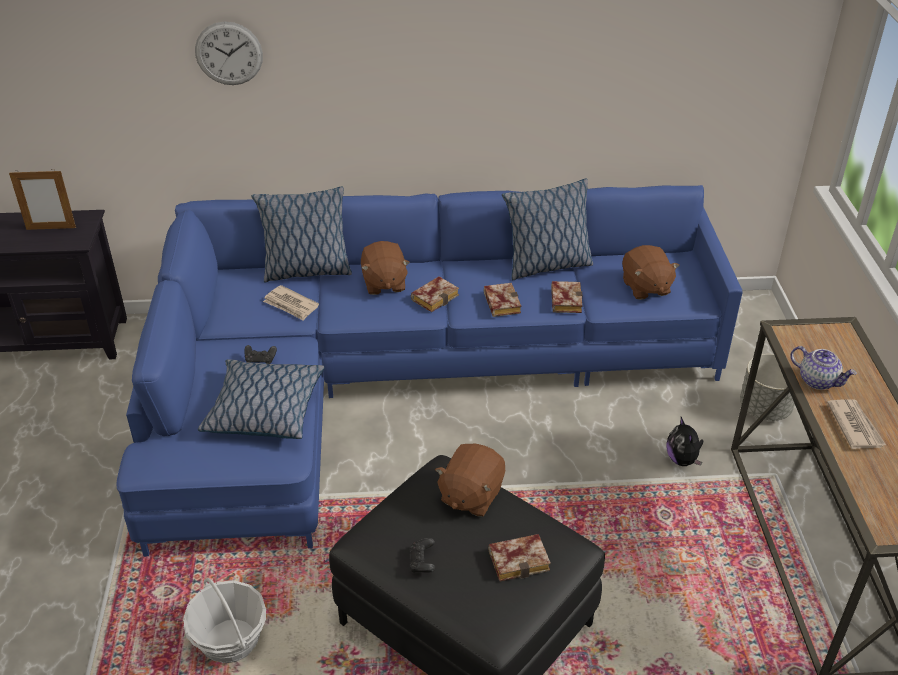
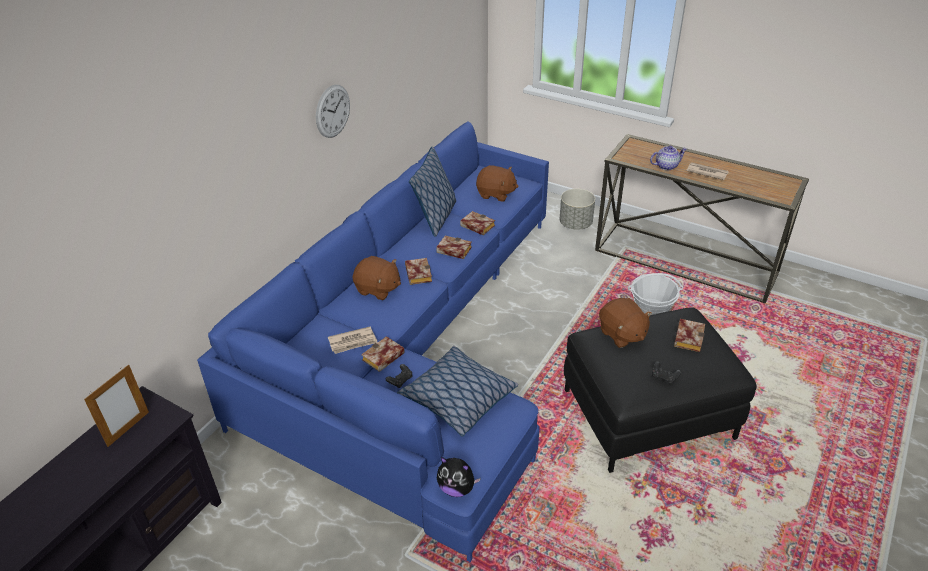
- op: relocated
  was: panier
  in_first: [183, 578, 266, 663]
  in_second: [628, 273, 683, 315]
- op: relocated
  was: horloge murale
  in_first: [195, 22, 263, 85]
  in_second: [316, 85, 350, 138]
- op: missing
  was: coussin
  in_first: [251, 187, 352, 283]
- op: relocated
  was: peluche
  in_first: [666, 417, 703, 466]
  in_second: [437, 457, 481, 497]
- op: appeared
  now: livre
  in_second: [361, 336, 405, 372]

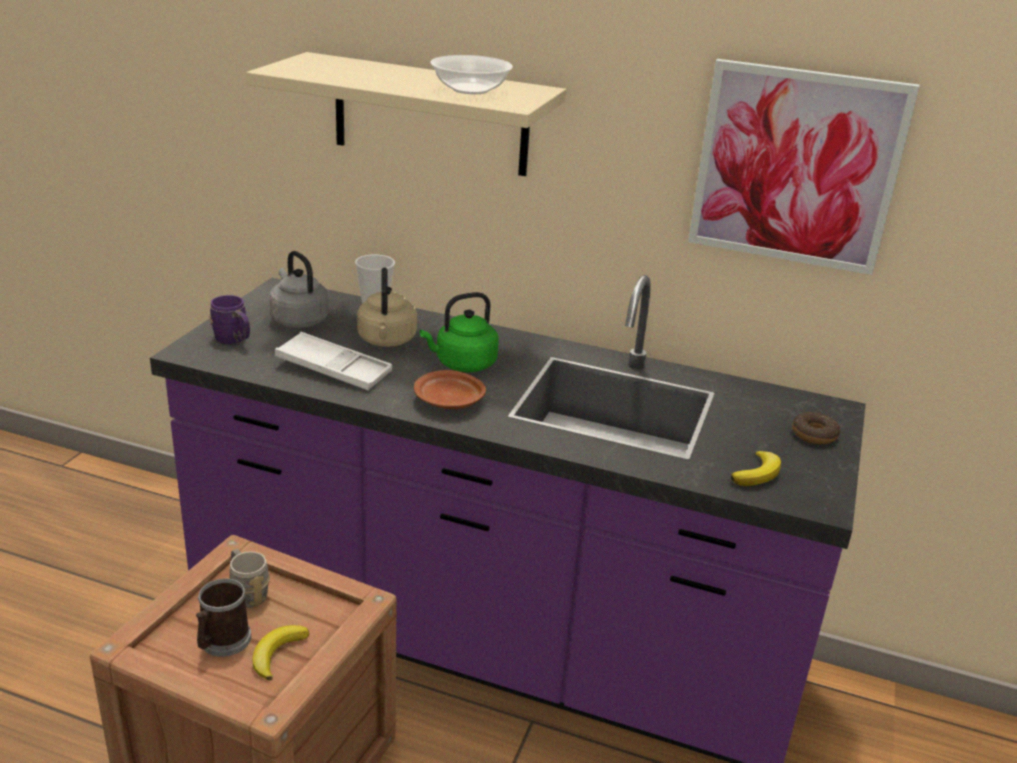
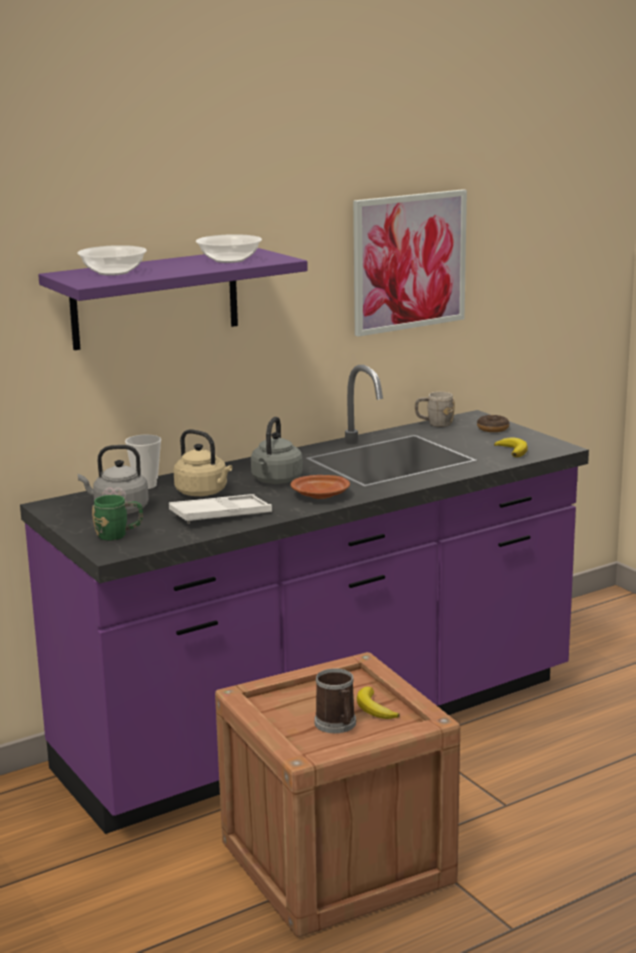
- op: colour
  was: mug (violet)
  now: mug (vert)
  in_first: [210, 295, 250, 344]
  in_second: [92, 495, 143, 541]
- op: relocated
  was: mug (gris)
  in_first: [229, 549, 270, 608]
  in_second: [415, 392, 455, 427]
- op: colour
  was: étagère (beige)
  now: étagère (violet)
  in_first: [246, 52, 566, 176]
  in_second: [38, 248, 308, 350]
- op: colour
  was: bouilloire (vert)
  now: bouilloire (gris)
  in_first: [420, 292, 499, 372]
  in_second: [251, 417, 303, 484]
- op: appeared
  now: bol
  in_second: [78, 245, 147, 276]

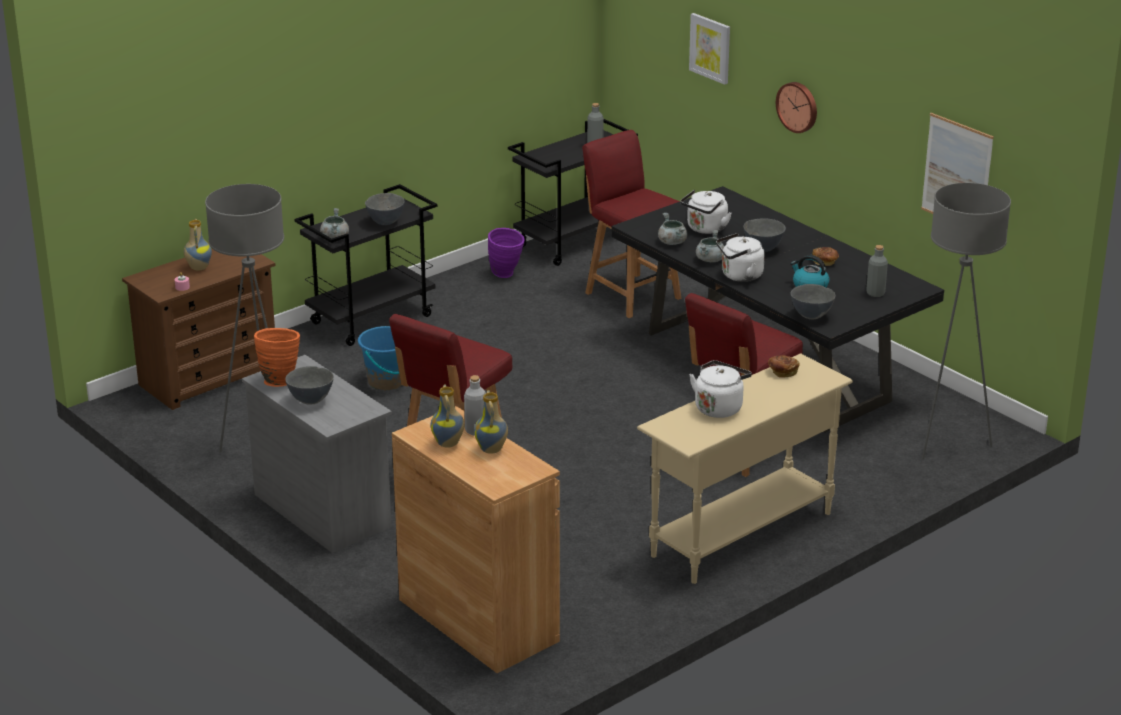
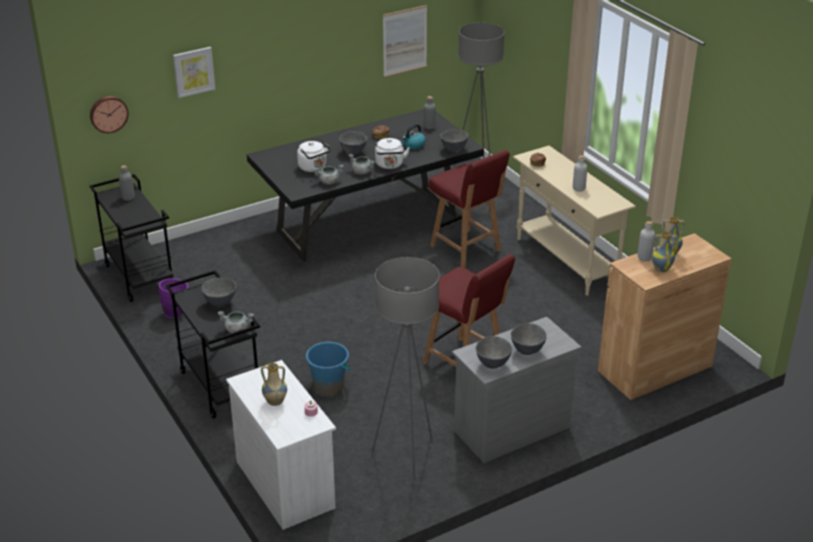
- op: colour
  was: commode (marron)
  now: commode (blanc)
  in_first: [122, 249, 276, 410]
  in_second: [226, 360, 336, 530]
- op: exchanged
  was: vase (orange)
  now: bol (gris)
  in_first: [254, 328, 300, 387]
  in_second: [476, 336, 512, 369]
- op: missing
  was: chaise (rouge)
  in_first: [582, 130, 681, 318]
- op: exchanged
  was: bouilloire (blanc)
  now: bouteille (gris)
  in_first: [689, 360, 752, 418]
  in_second: [573, 155, 587, 191]
- op: relocated
  was: horloge murale
  in_first: [776, 82, 817, 133]
  in_second: [90, 96, 129, 133]

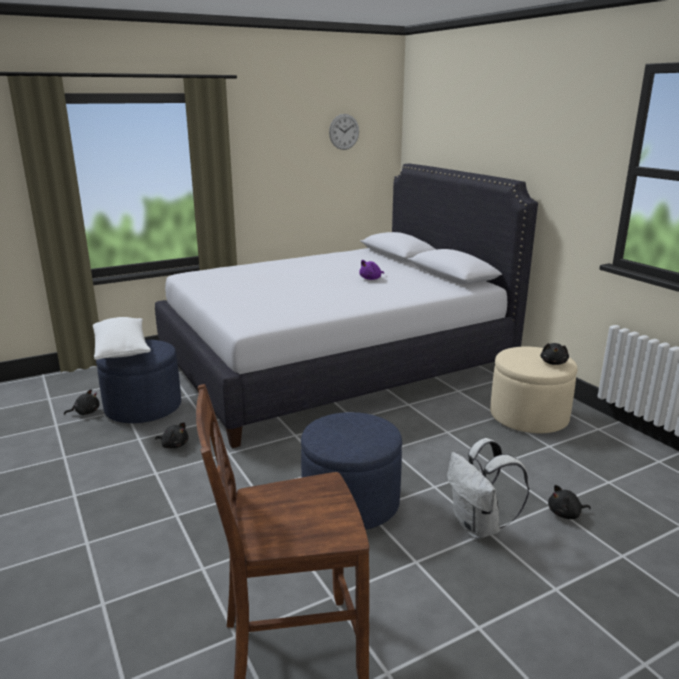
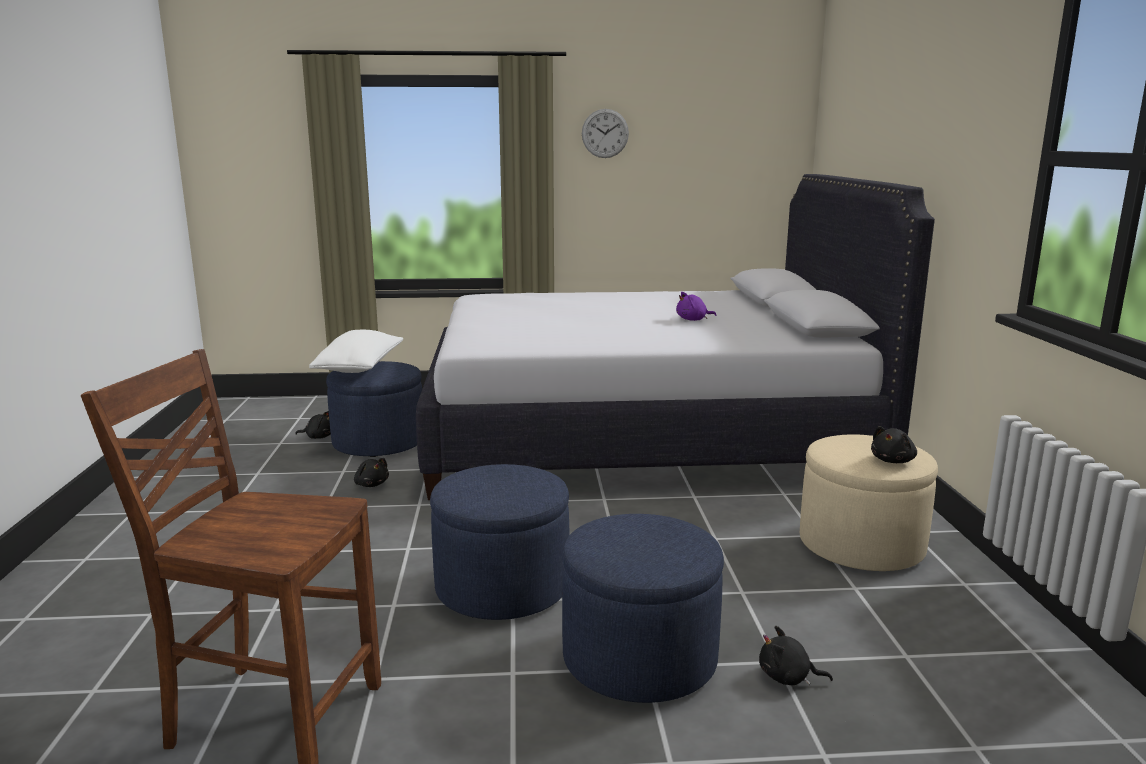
- op: relocated
  was: horloge murale
  in_first: [329, 114, 359, 150]
  in_second: [582, 109, 629, 158]
- op: exchanged
  was: sac à dos (blanc)
  now: pouf (bleu)
  in_first: [447, 438, 529, 539]
  in_second: [562, 514, 724, 703]

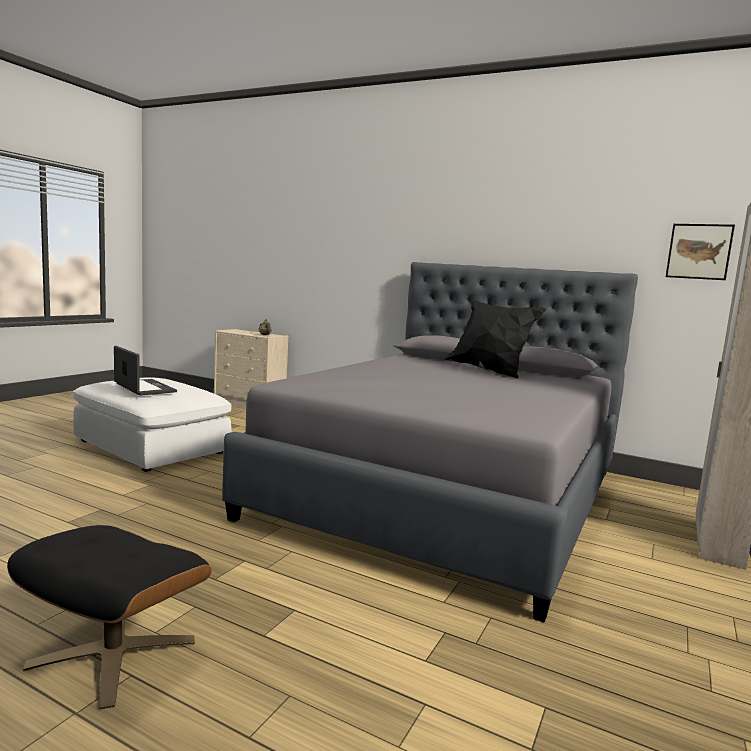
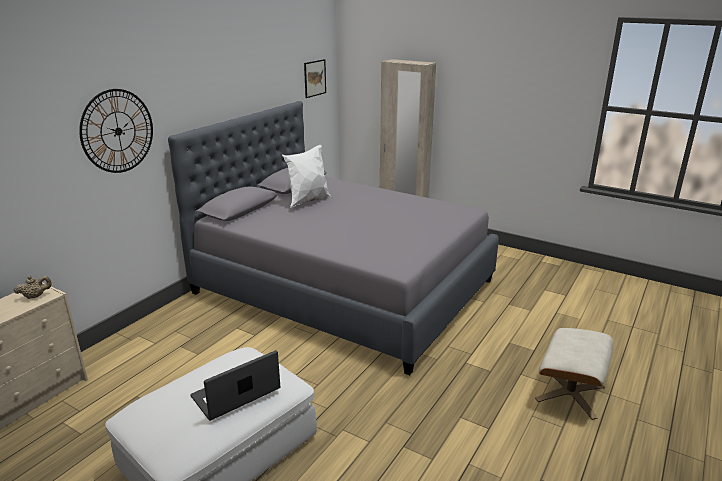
- op: colour
  was: pouf (noir)
  now: pouf (beige)
  in_first: [7, 525, 212, 710]
  in_second: [535, 328, 613, 420]
- op: colour
  was: coussin (noir)
  now: coussin (blanc)
  in_first: [444, 298, 545, 379]
  in_second: [282, 145, 331, 208]
- op: appeared
  now: horloge murale
  in_second: [79, 89, 153, 173]

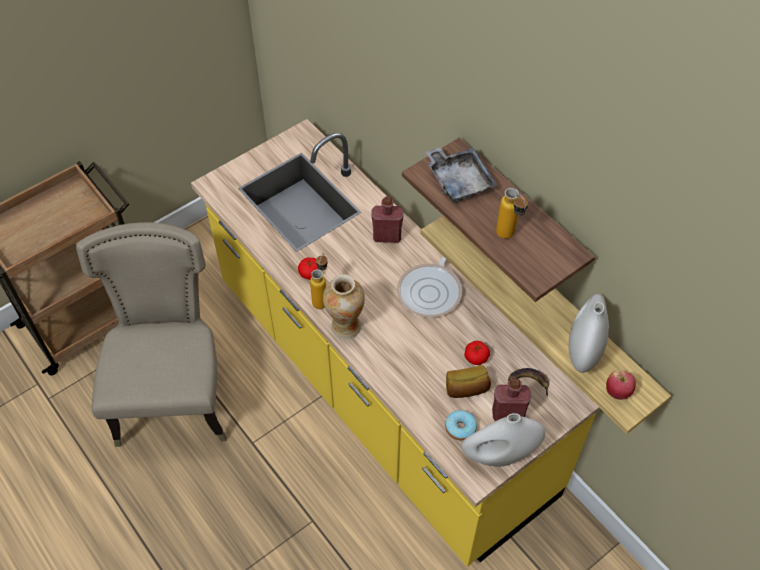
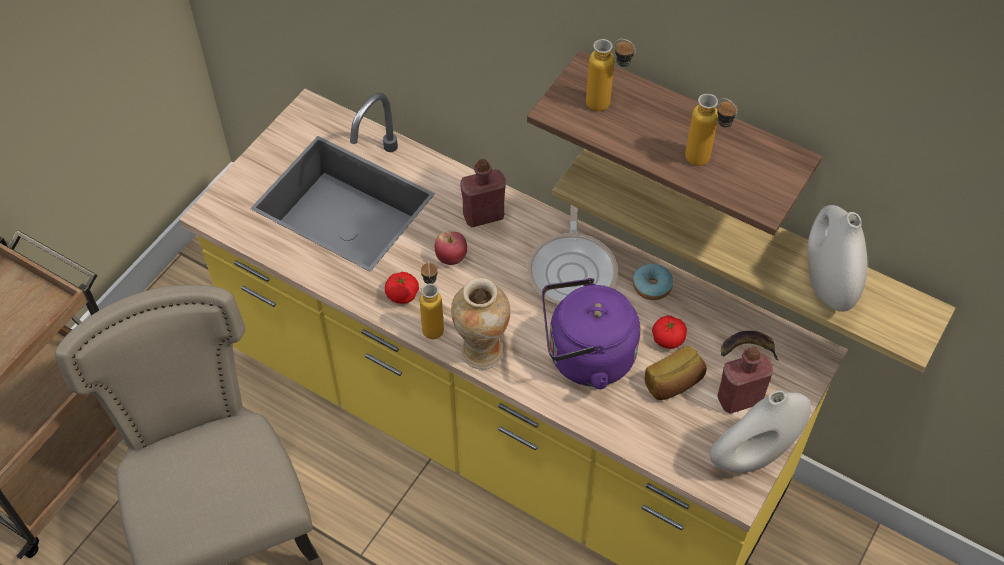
- op: exchanged
  was: plateau (gris)
  now: bouteille
  in_first: [426, 147, 498, 203]
  in_second: [586, 39, 635, 111]
- op: relocated
  was: beignet
  in_first: [445, 410, 477, 441]
  in_second: [633, 264, 673, 300]
- op: relocated
  was: pomme
  in_first: [606, 370, 636, 400]
  in_second: [435, 231, 467, 265]
- op: appeared
  now: bouilloire (violet)
  in_second: [542, 278, 640, 389]

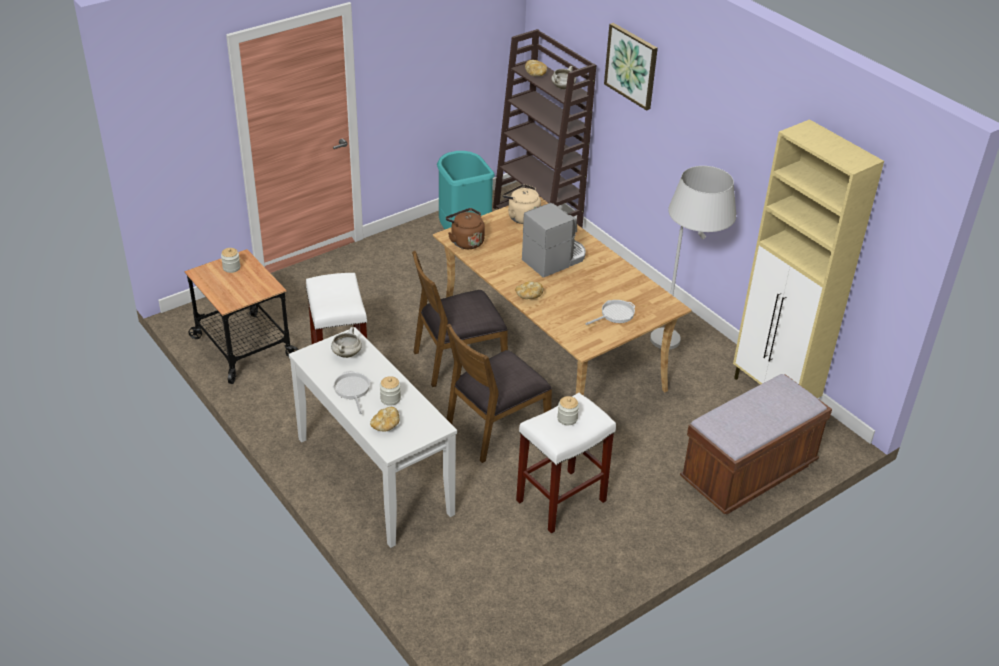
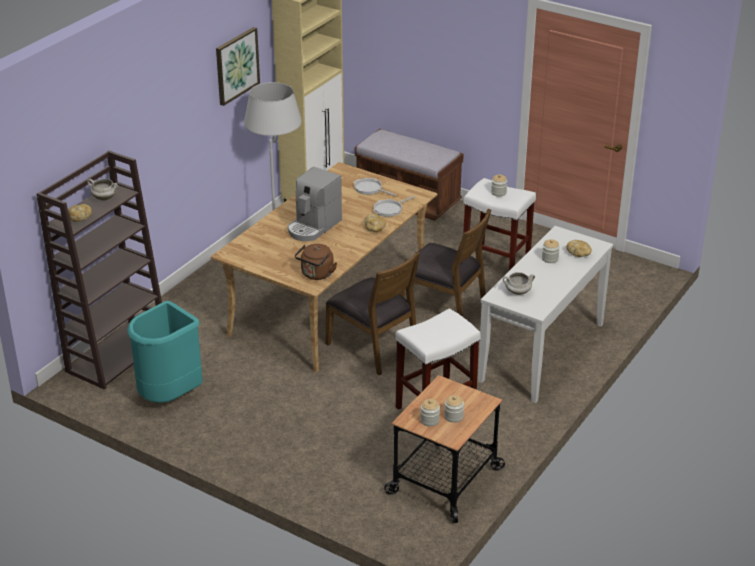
- op: relocated
  was: poêle
  in_first: [333, 371, 371, 414]
  in_second: [373, 196, 415, 217]
- op: missing
  was: bouilloire (beige)
  in_first: [503, 184, 541, 224]
- op: spun
  was: machine à café
  in_first: [522, 203, 586, 278]
  in_second: [288, 167, 342, 241]
  clockwise: -90
- op: relocated
  was: tableau
  in_first: [604, 23, 658, 111]
  in_second: [216, 27, 260, 106]
- op: appeared
  now: bocal
  in_second: [444, 395, 464, 423]

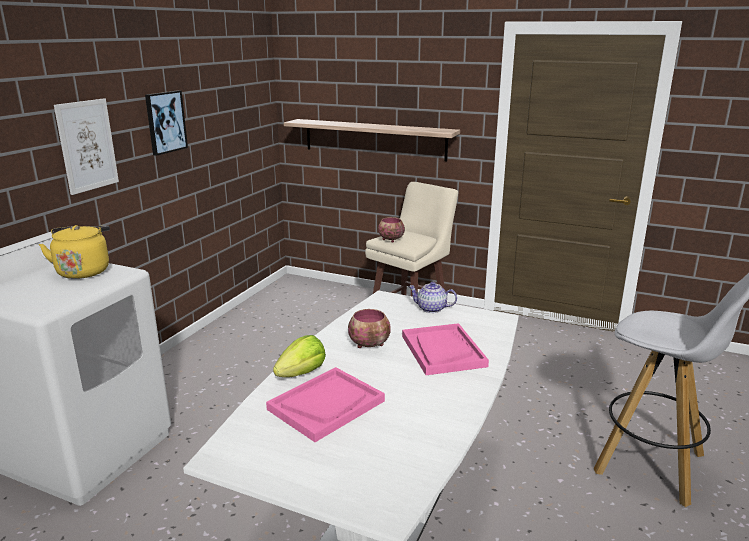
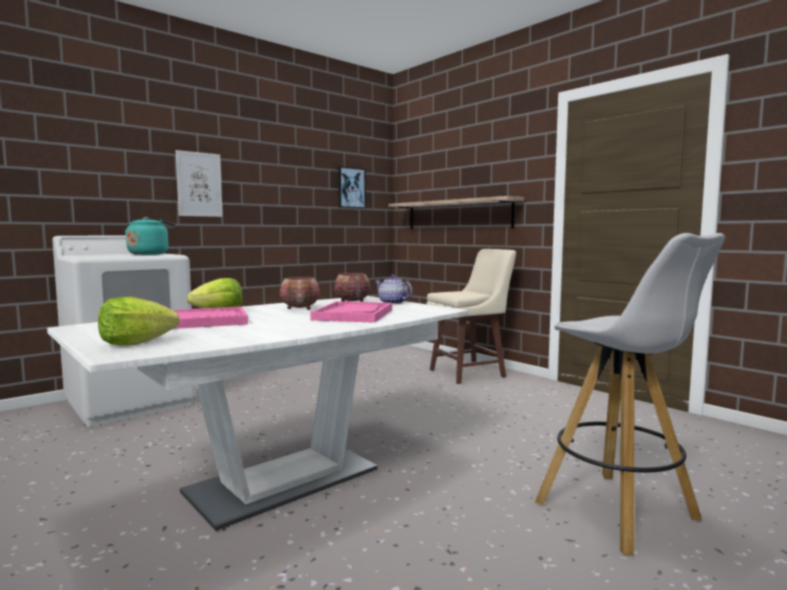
- op: colour
  was: bouilloire (jaune)
  now: bouilloire (turquoise)
  in_first: [39, 225, 110, 279]
  in_second: [125, 217, 175, 255]
- op: relocated
  was: tableau
  in_first: [145, 90, 188, 156]
  in_second: [338, 166, 366, 208]
- op: relocated
  was: bol
  in_first: [378, 217, 405, 243]
  in_second: [334, 273, 371, 302]
- op: appeared
  now: laitue
  in_second: [98, 297, 180, 345]

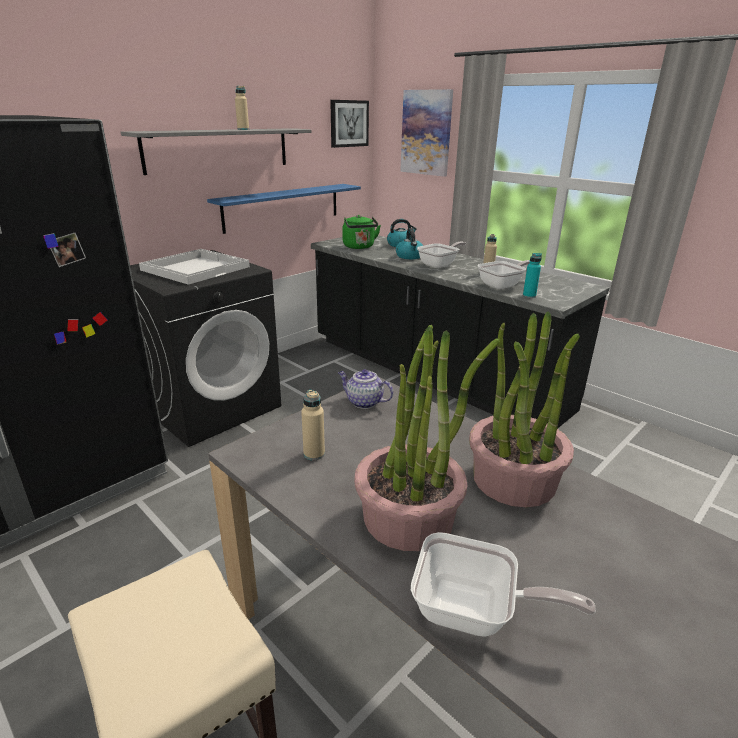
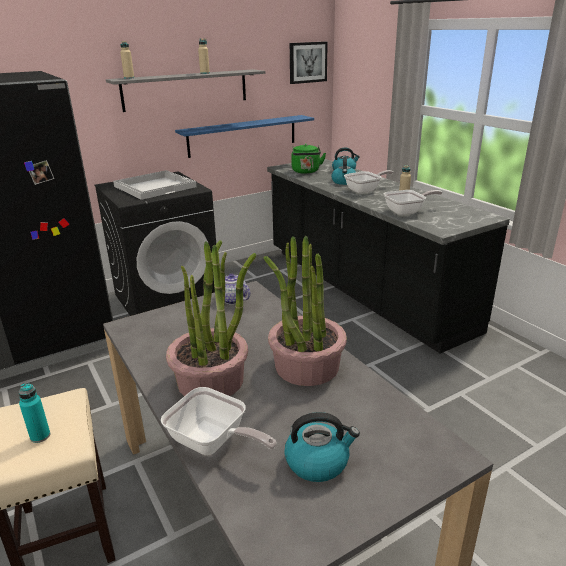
- op: relocated
  was: bouteille (beige)
  in_first: [301, 390, 325, 460]
  in_second: [120, 41, 134, 79]
- op: missing
  was: tableau
  in_first: [400, 89, 453, 177]
- op: relocated
  was: bouteille (turquoise)
  in_first: [523, 253, 542, 298]
  in_second: [19, 383, 50, 443]
- op: appeared
  now: bouilloire
  in_second: [284, 412, 360, 482]

